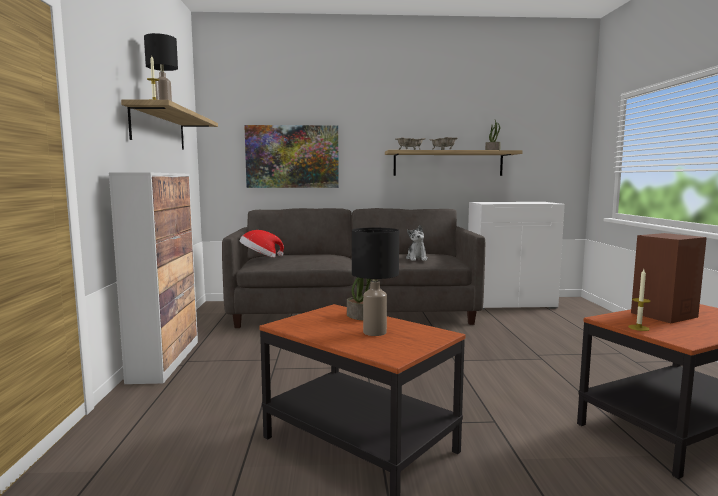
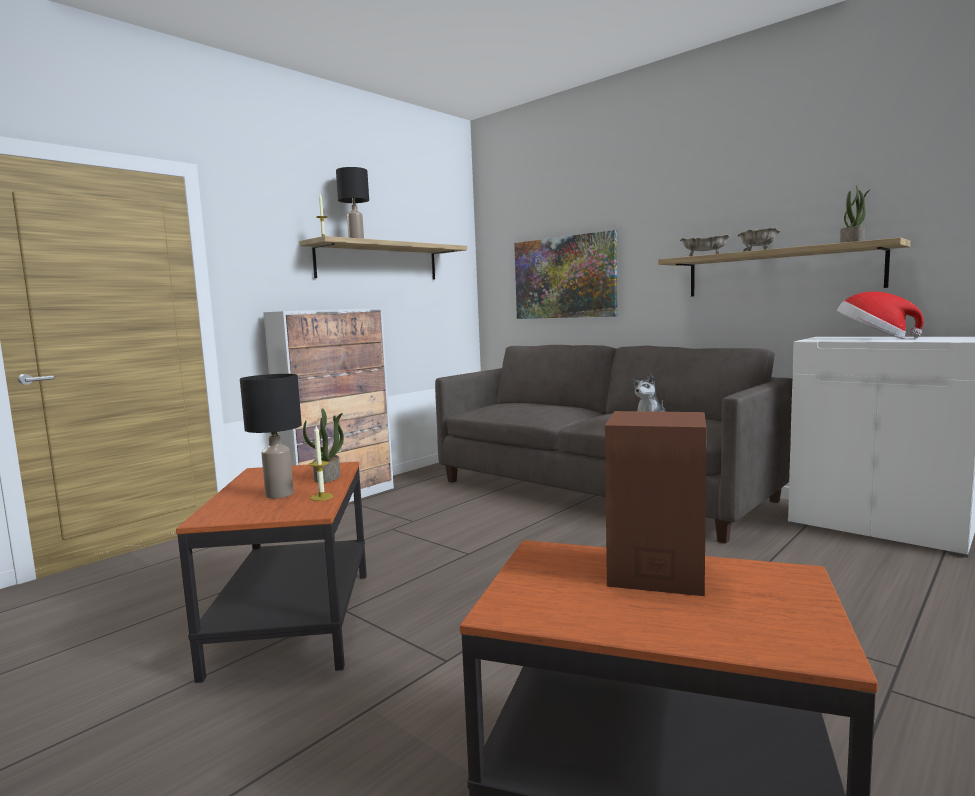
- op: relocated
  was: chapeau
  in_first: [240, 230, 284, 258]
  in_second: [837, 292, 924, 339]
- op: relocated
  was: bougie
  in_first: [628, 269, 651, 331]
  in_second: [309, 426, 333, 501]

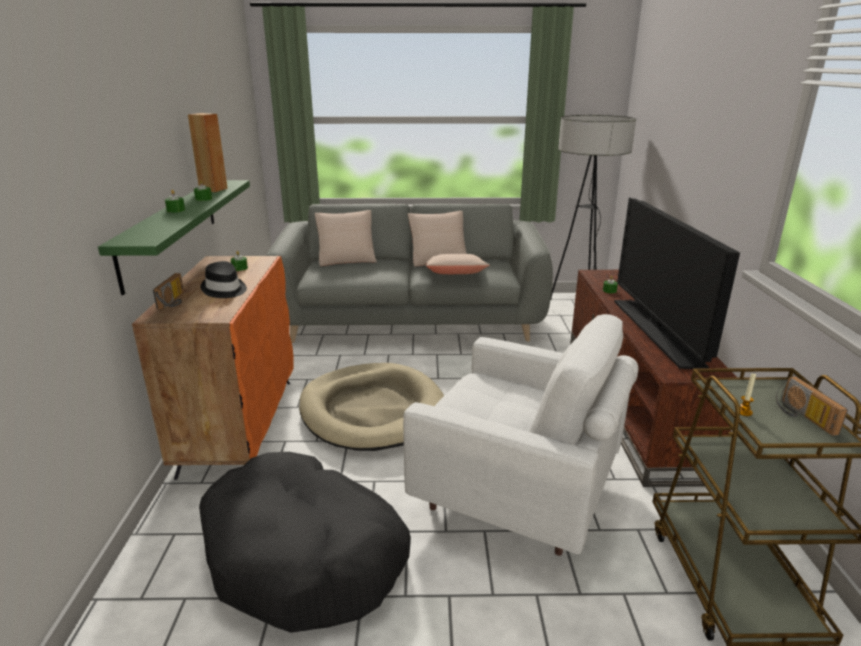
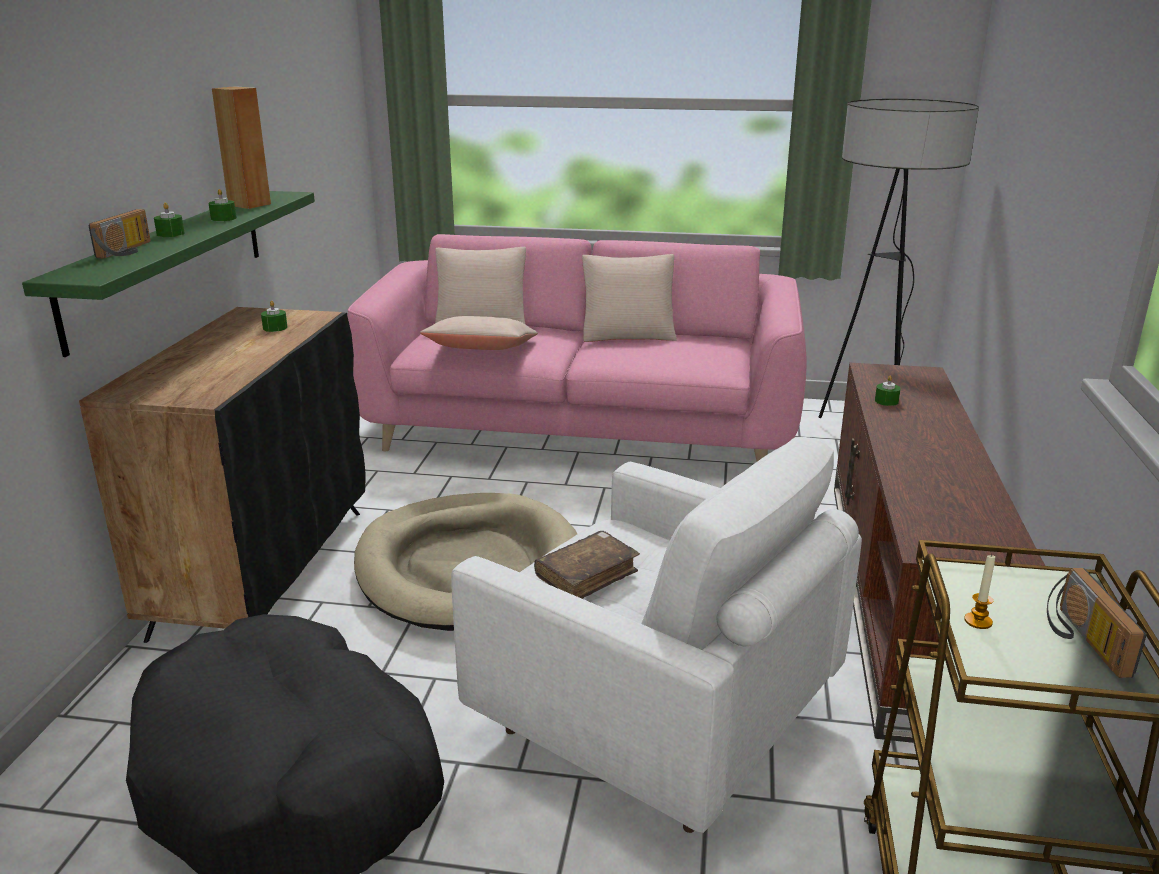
- op: colour
  was: meuble de rangement (orange)
  now: meuble de rangement (noir)
  in_first: [132, 256, 294, 480]
  in_second: [79, 307, 366, 643]
- op: relocated
  was: radio
  in_first: [153, 273, 184, 309]
  in_second: [89, 209, 151, 258]
- op: missing
  was: chapeau (noir)
  in_first: [201, 261, 247, 298]
- op: colour
  was: canapé (gris)
  now: canapé (rose)
  in_first: [267, 204, 553, 343]
  in_second: [347, 234, 806, 461]
- op: relocated
  was: coussin (beige)
  in_first: [425, 254, 490, 274]
  in_second: [420, 316, 538, 350]
- op: missing
  was: téléviseur
  in_first: [614, 197, 740, 369]
- op: appeared
  now: livre (marron)
  in_second: [534, 531, 640, 599]

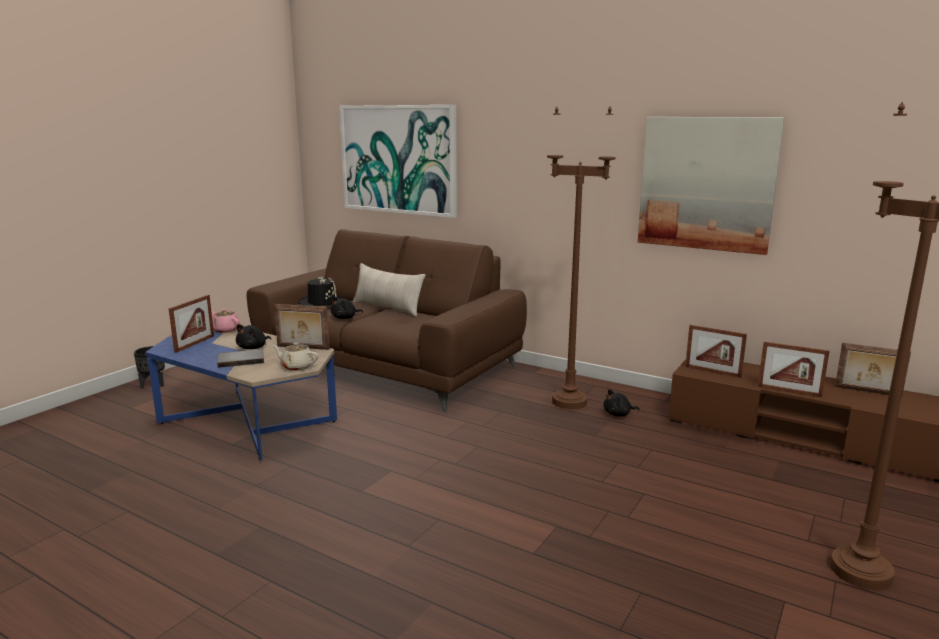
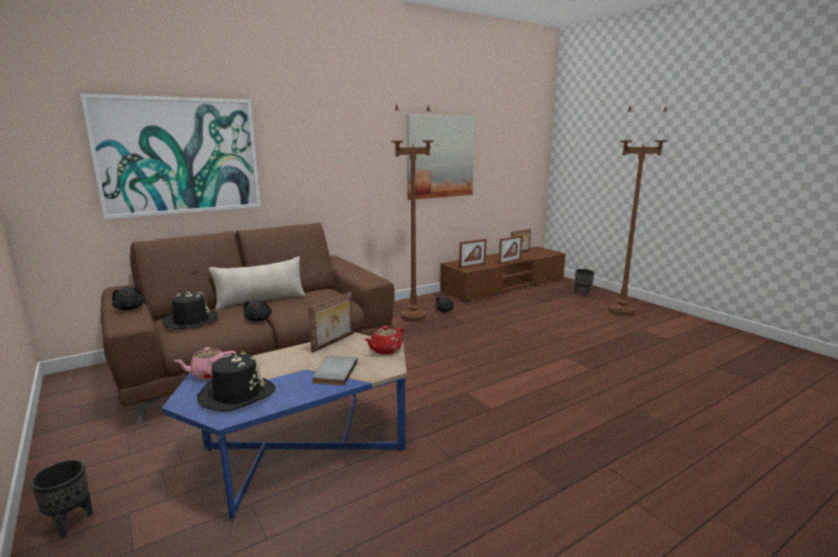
- op: exchanged
  was: cadre photo
  now: chapeau (noir)
  in_first: [169, 295, 214, 353]
  in_second: [197, 352, 275, 412]
- op: relocated
  was: peluche (noir)
  in_first: [236, 324, 271, 349]
  in_second: [112, 287, 145, 310]
- op: colour
  was: théière (beige)
  now: théière (rouge)
  in_first: [272, 342, 319, 371]
  in_second: [364, 326, 404, 354]
- op: appeared
  now: cache-pot (noir)
  in_second: [574, 269, 594, 297]

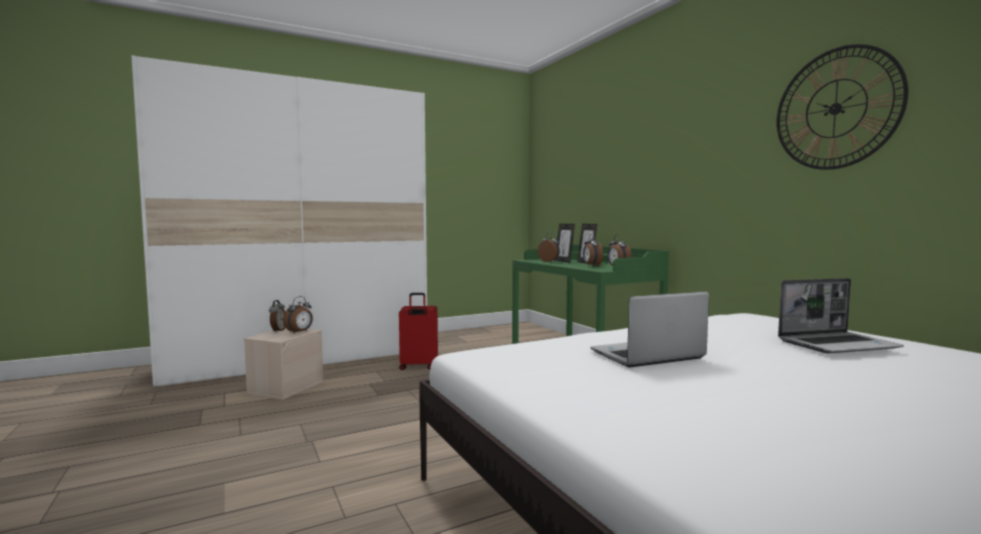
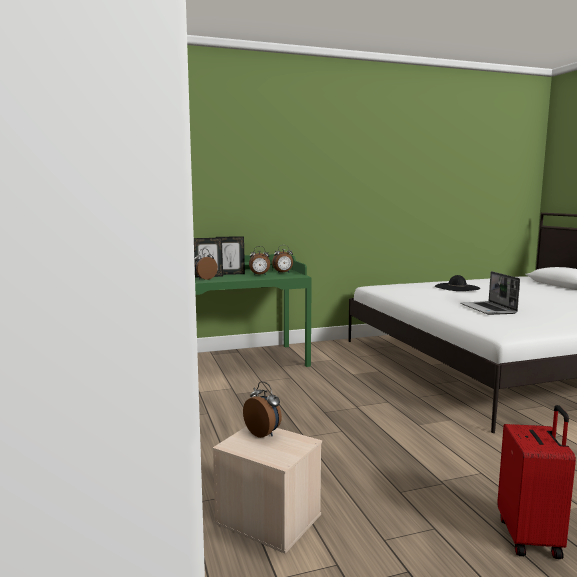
- op: missing
  was: réveil
  in_first: [269, 300, 285, 333]
- op: relocated
  was: valise (rouge)
  in_first: [399, 293, 438, 370]
  in_second: [497, 405, 576, 559]
- op: missing
  was: horloge murale
  in_first: [777, 44, 908, 170]
- op: exchanged
  was: ordinateur portable
  now: chapeau (noir)
  in_first: [778, 278, 904, 353]
  in_second: [435, 275, 480, 291]

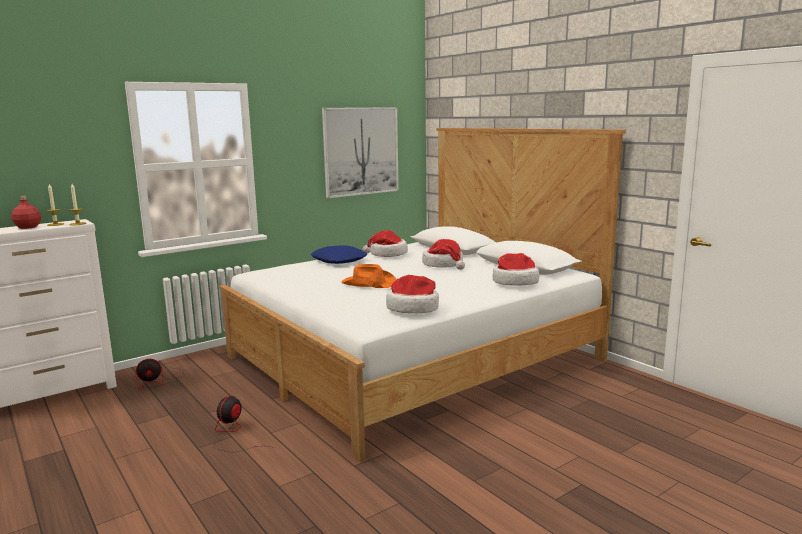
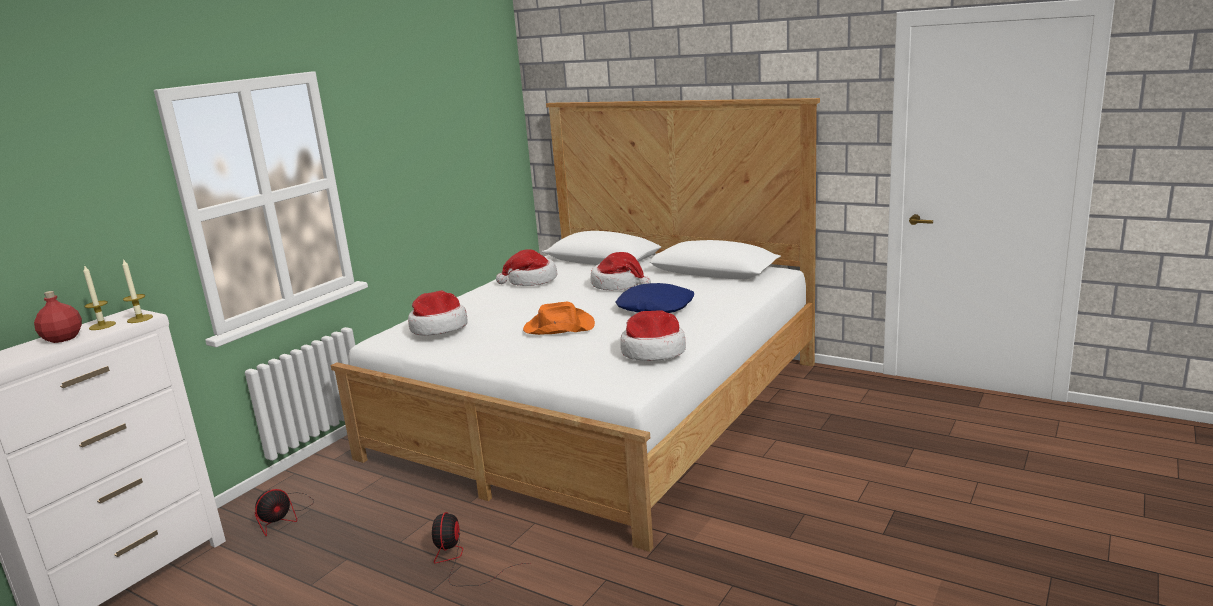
- op: relocated
  was: coussin (bleu)
  in_first: [311, 246, 367, 264]
  in_second: [616, 283, 694, 313]
- op: missing
  was: tableau
  in_first: [322, 107, 399, 198]
- op: relocated
  was: chapeau
  in_first: [492, 253, 539, 286]
  in_second: [408, 290, 468, 336]

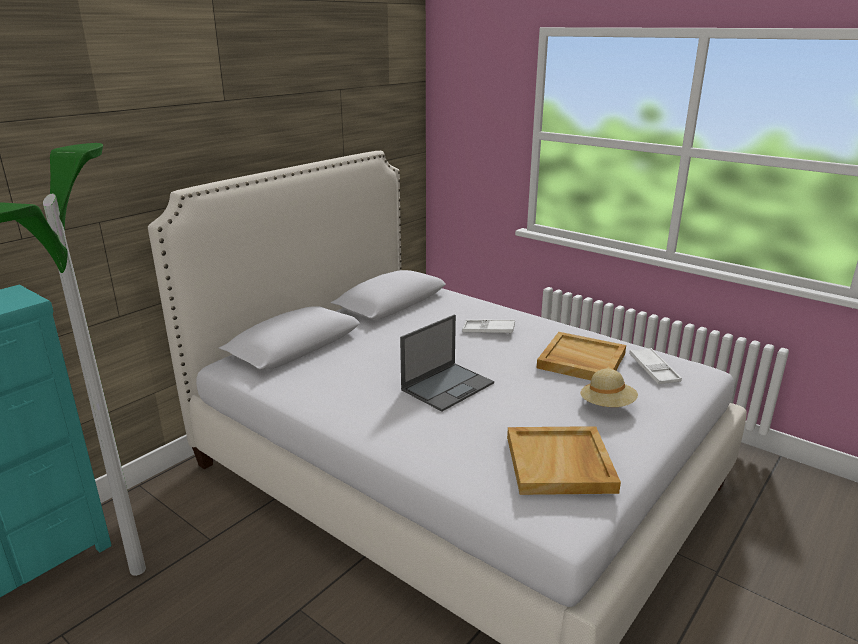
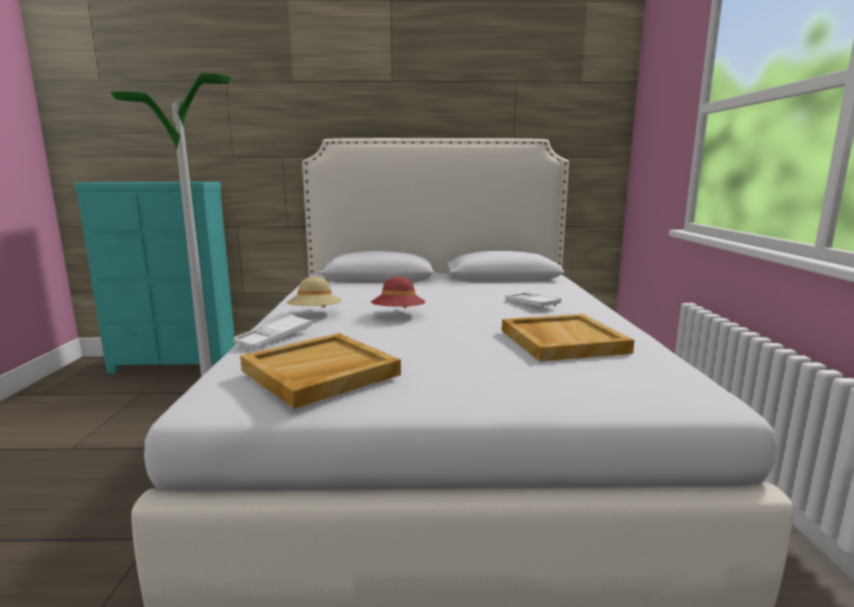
- op: exchanged
  was: ordinateur portable
  now: chapeau (rouge)
  in_first: [400, 314, 494, 411]
  in_second: [371, 277, 425, 308]
- op: relocated
  was: chapeau (beige)
  in_first: [581, 369, 638, 407]
  in_second: [287, 277, 342, 308]
- op: relocated
  was: plateau (blanc)
  in_first: [629, 348, 682, 384]
  in_second: [233, 315, 312, 350]

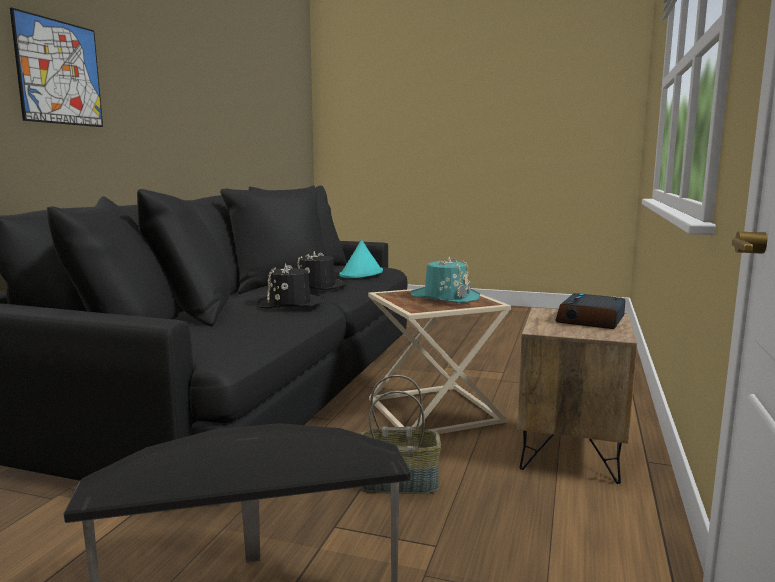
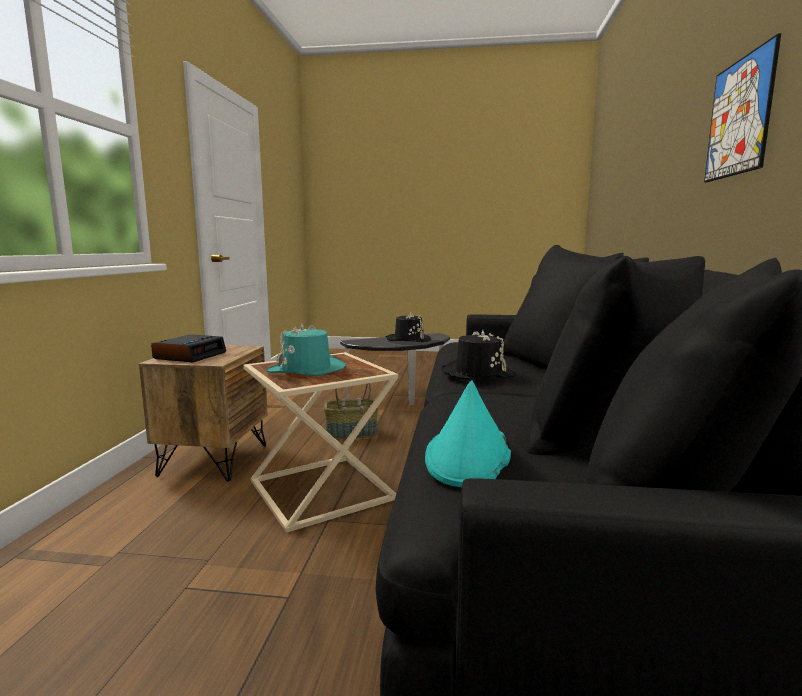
- op: relocated
  was: chapeau (noir)
  in_first: [297, 251, 348, 290]
  in_second: [386, 313, 431, 342]

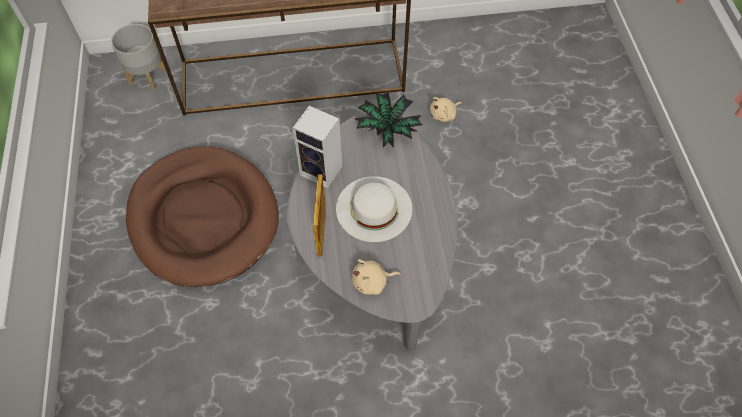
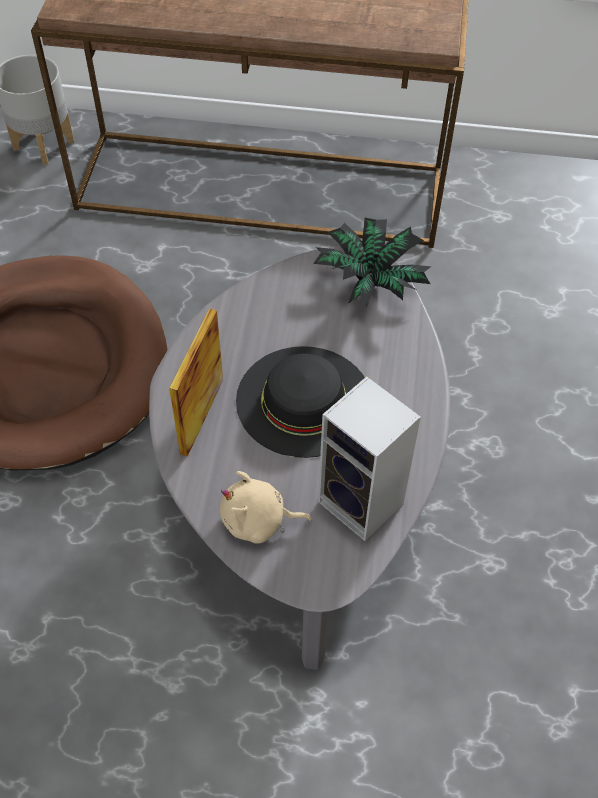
- op: relocated
  was: enceinte
  in_first: [293, 106, 342, 188]
  in_second: [318, 377, 421, 541]
- op: colour
  was: chapeau (blanc)
  now: chapeau (noir)
  in_first: [336, 176, 412, 242]
  in_second: [236, 346, 365, 458]
- op: missing
  was: peluche (beige)
  in_first: [430, 97, 462, 122]

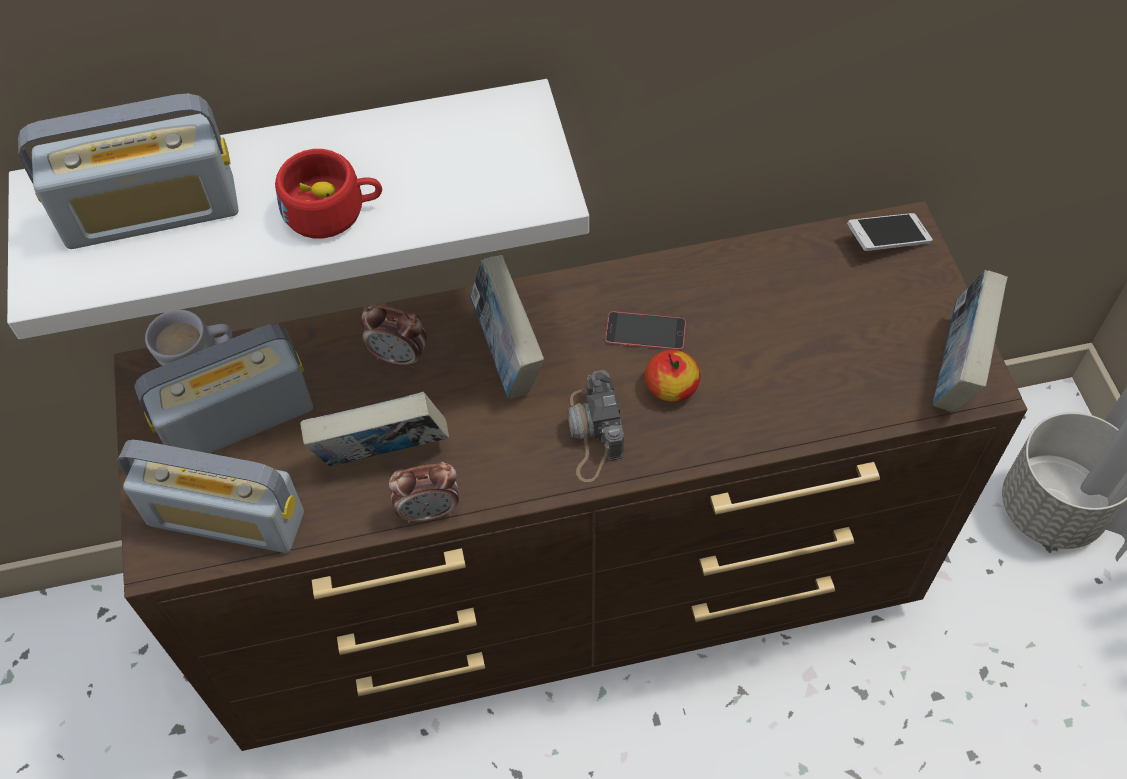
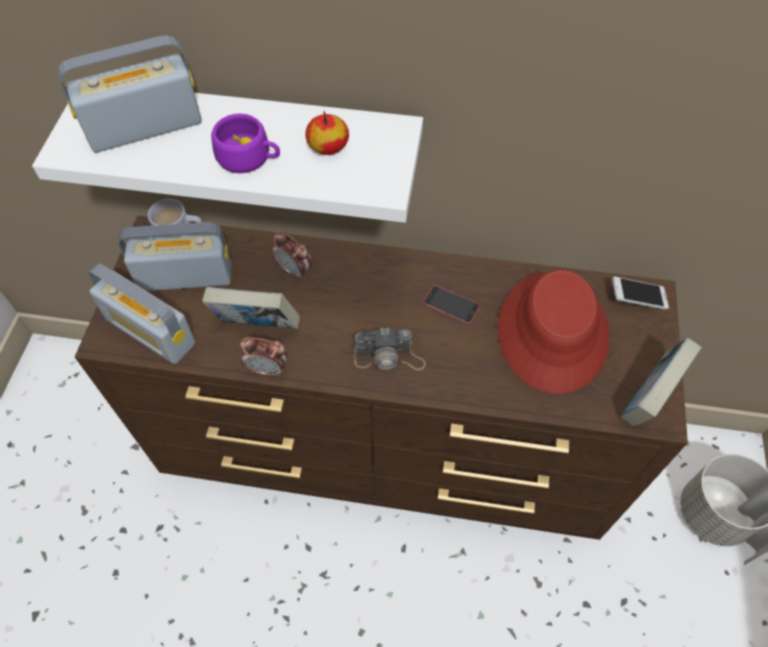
- op: spun
  was: radio
  in_first: [18, 93, 239, 249]
  in_second: [58, 36, 202, 153]
  clockwise: 150
- op: colour
  was: tasse (rouge)
  now: tasse (violet)
  in_first: [275, 149, 382, 238]
  in_second: [211, 113, 280, 173]
- op: missing
  was: livre
  in_first: [470, 255, 544, 399]
- op: spun
  was: appareil photo
  in_first: [567, 370, 624, 482]
  in_second: [354, 327, 426, 371]
  clockwise: -105
- op: relocated
  was: pomme
  in_first: [645, 350, 700, 402]
  in_second: [305, 111, 349, 155]
- op: appeared
  now: chapeau (rouge)
  in_second: [498, 270, 610, 394]

